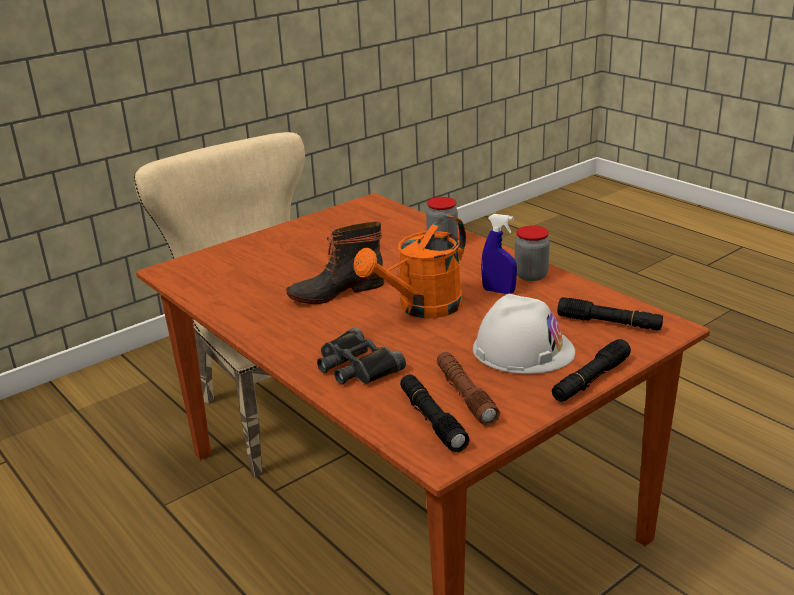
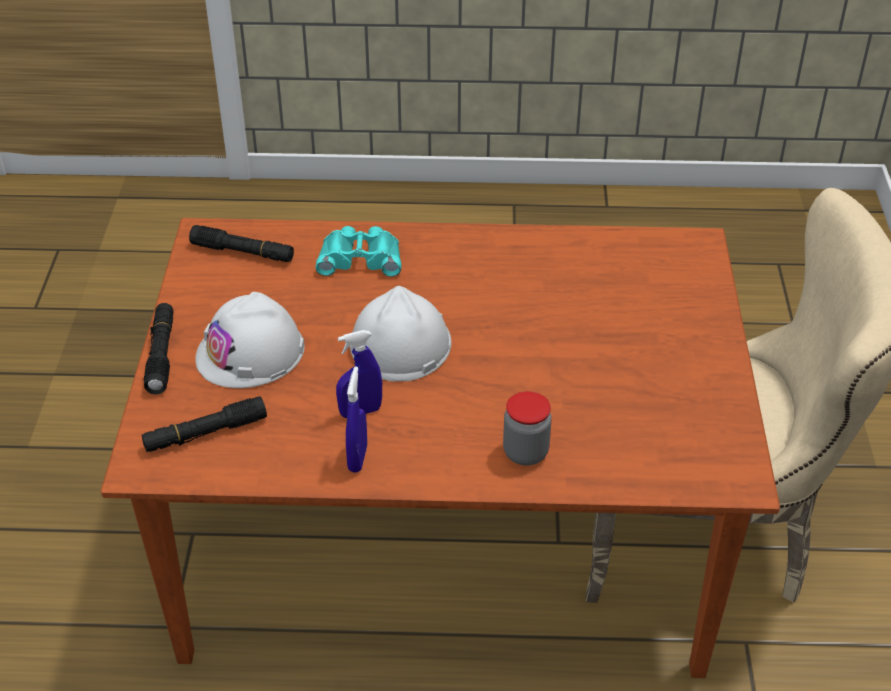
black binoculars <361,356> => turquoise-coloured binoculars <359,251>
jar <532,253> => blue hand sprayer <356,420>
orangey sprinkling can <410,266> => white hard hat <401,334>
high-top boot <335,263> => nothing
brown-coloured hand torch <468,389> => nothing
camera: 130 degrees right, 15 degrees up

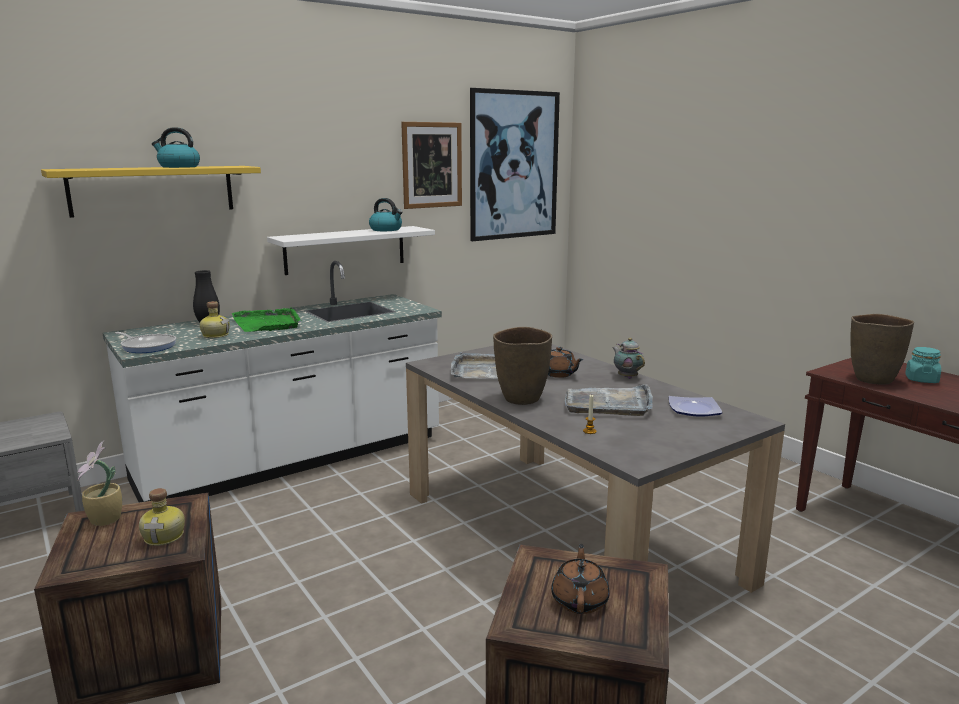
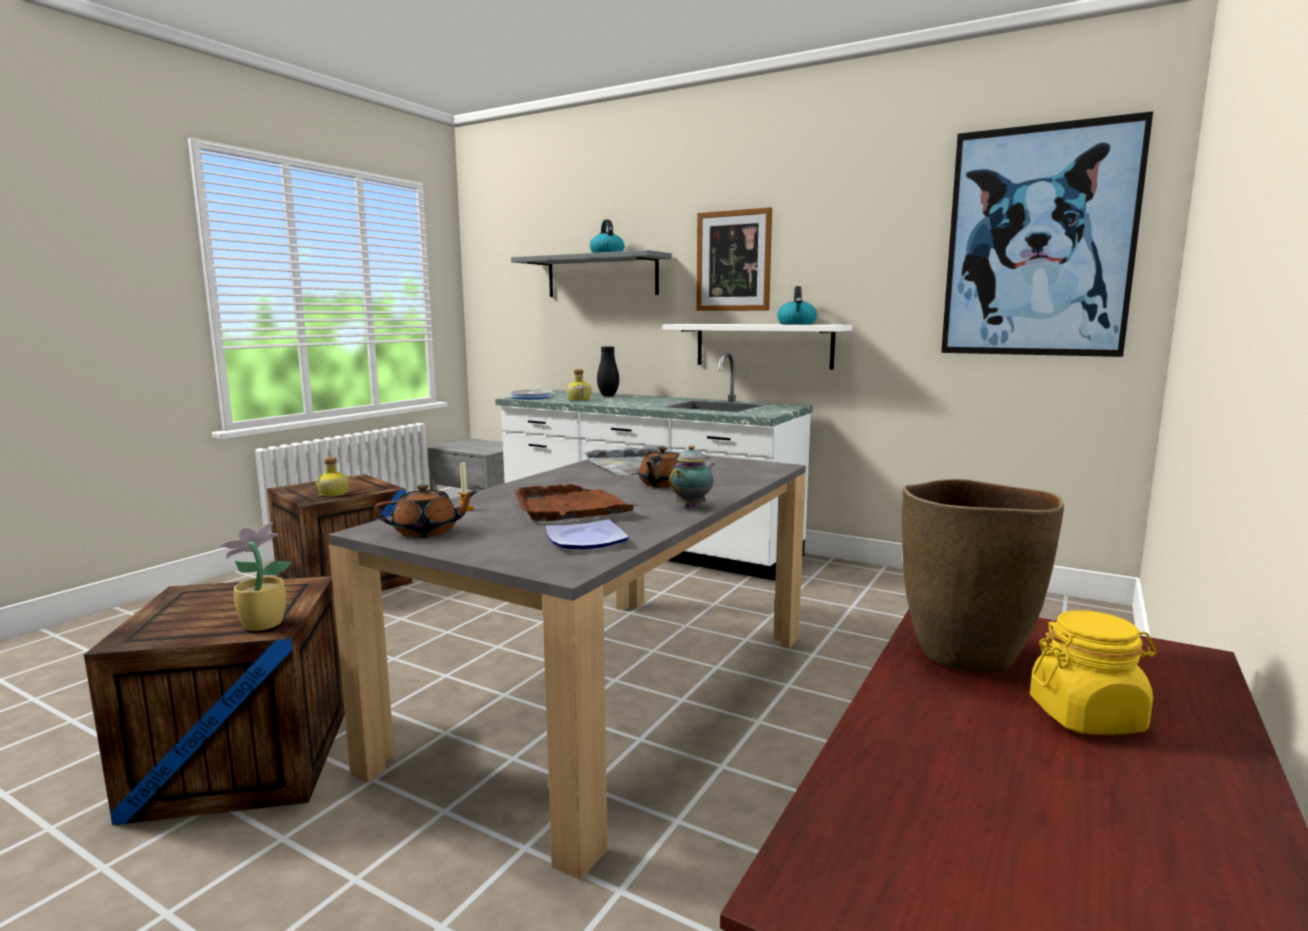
potted plant <99,483> => potted plant <254,576>, shifted
brown-coloured tea pot <580,579> => brown-coloured tea pot <426,511>, shifted
yellow-coloured bracket shelf <151,192> => greyish bracket shelf <591,273>
greyish tray <609,400> => brown-coloured tray <576,502>
wall art <431,165> => wall art <734,259>, shifted
turquoise-coloured jar <923,365> => yellow-coloured jar <1093,672>
green tray <266,319> => nothing
brown-coloured flower vase <522,366> => nothing
camera: 65 degrees right, 5 degrees down

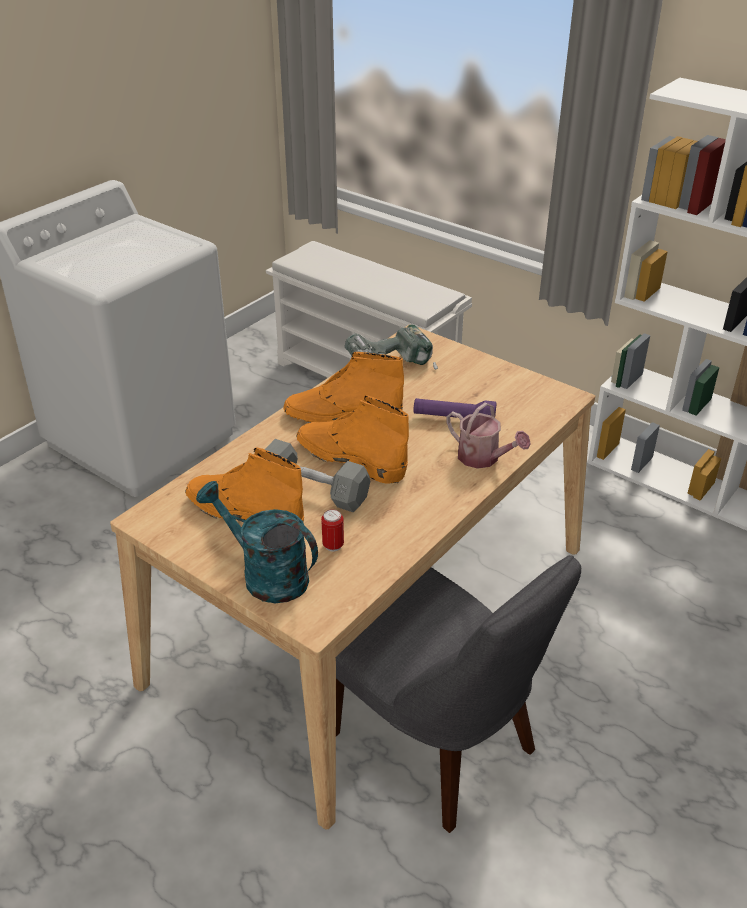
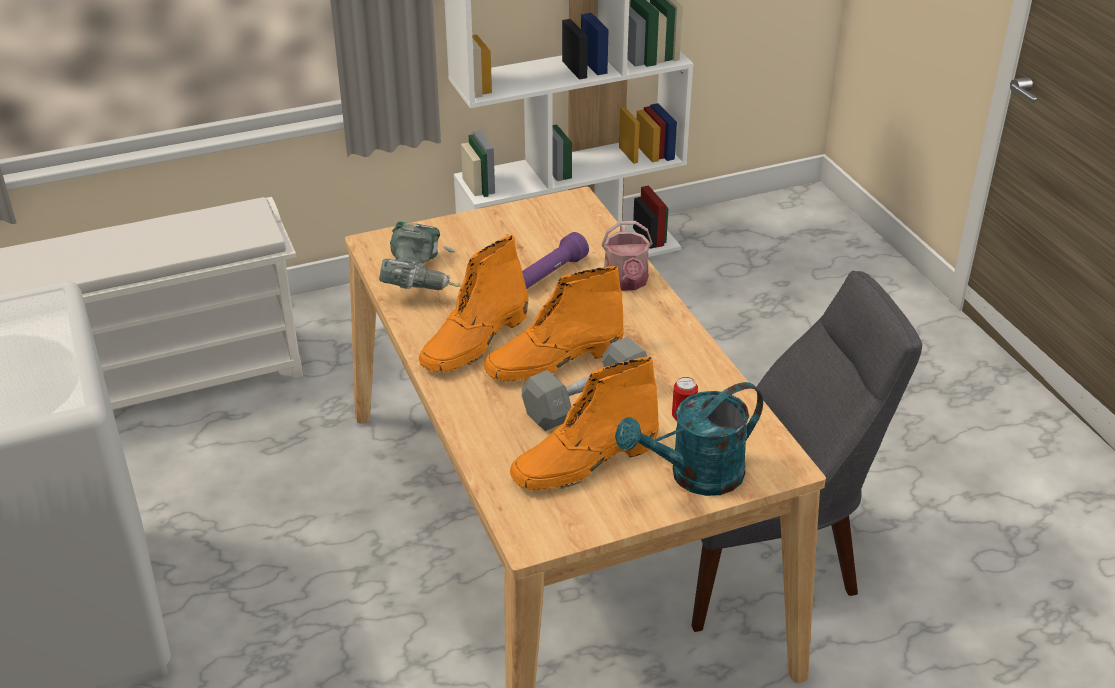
sprinkling can <488,436> => sprinkling can <627,256>, 105 degrees clockwise
camera: 60 degrees left, 0 degrees up

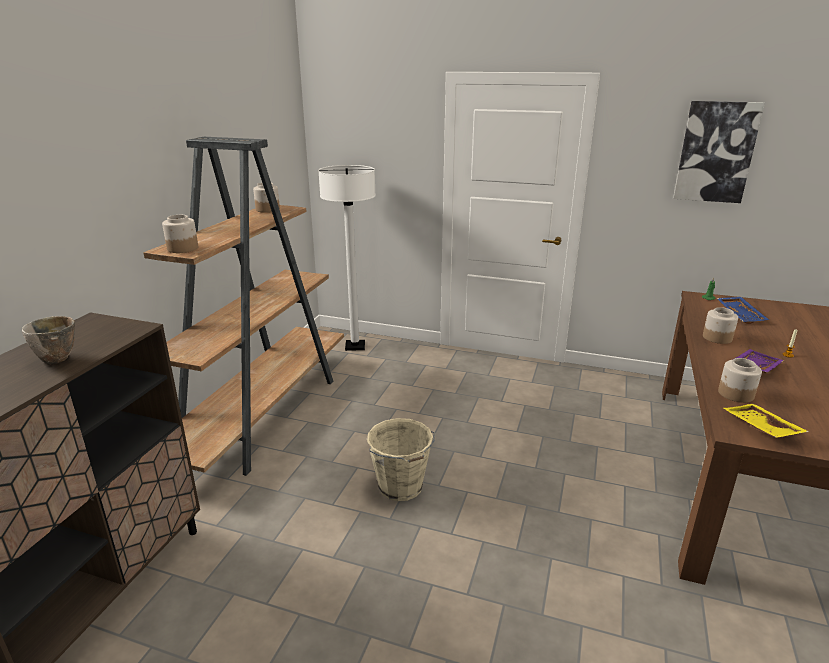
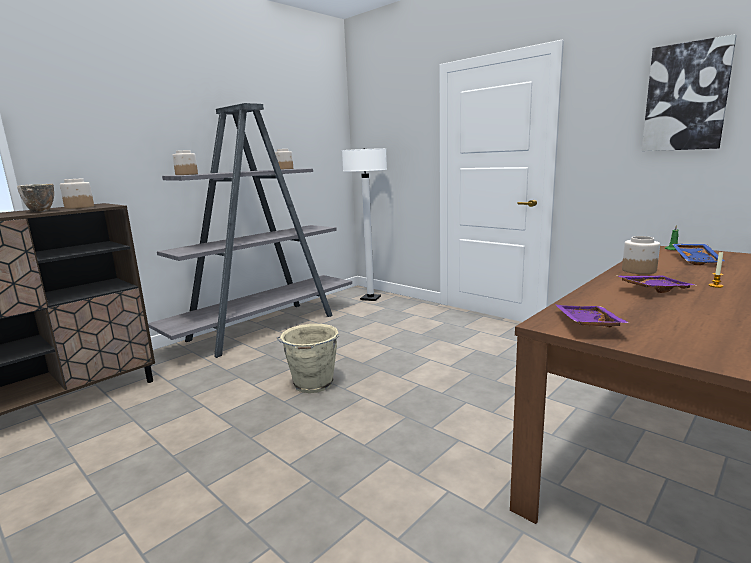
jar <740,380> => jar <76,194>, shifted
brown-coloured bookshelf <243,306> => greyish bookshelf <250,230>
yellow-coloured tray <766,421> => purplish tray <592,316>
camera: 25 degrees right, 10 degrees down

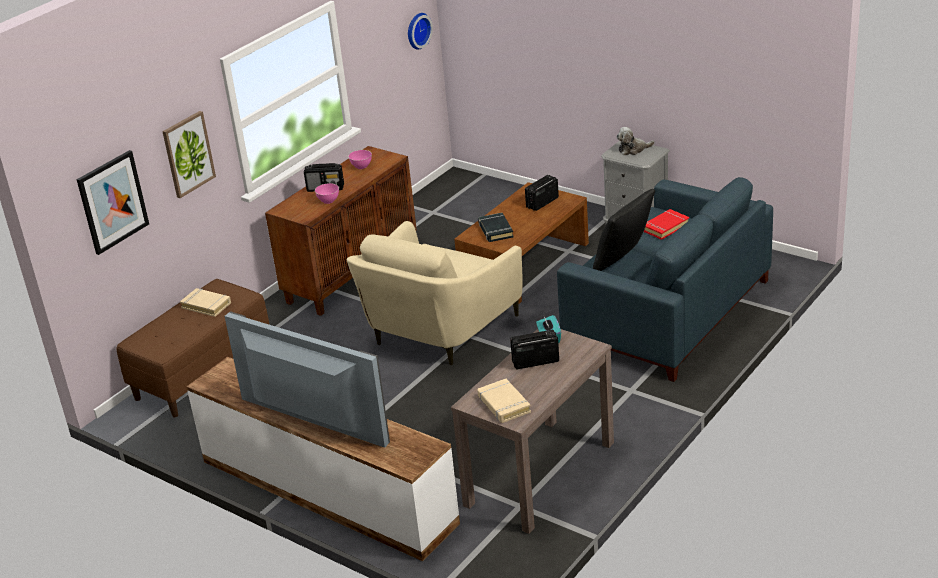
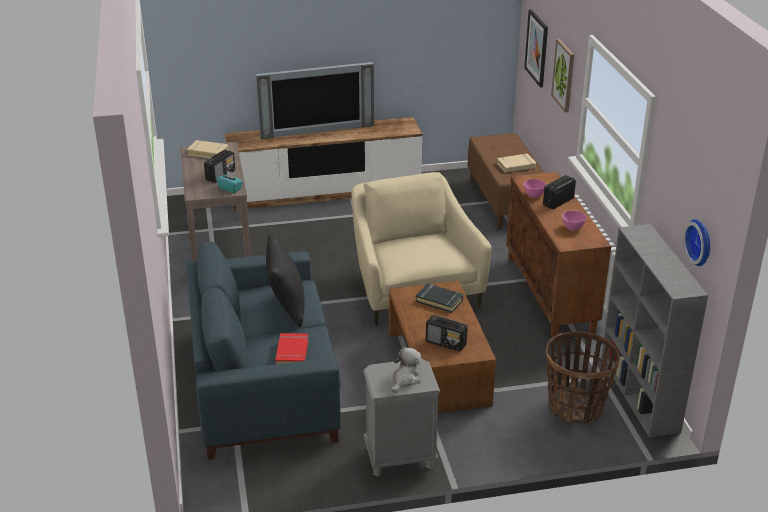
radio <542,193> => radio <447,333>, 120 degrees clockwise
nothing => household basket <583,377>
nothing => greyish bookshelf <654,330>
camera: 130 degrees right, 0 degrees up

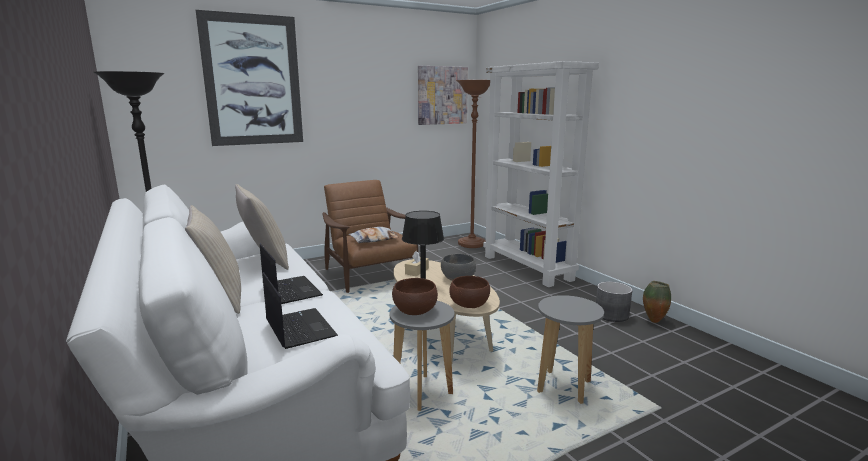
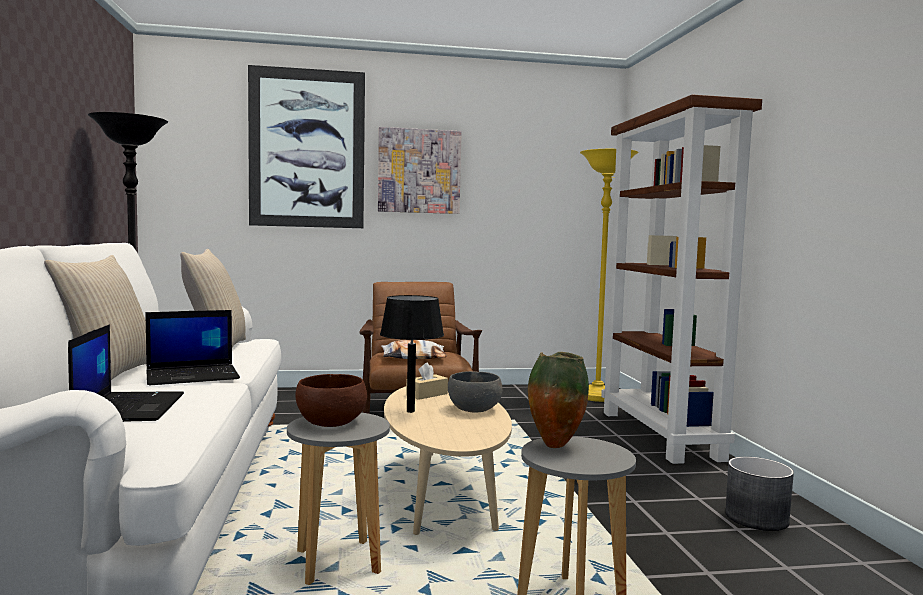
laptop <291,274> => laptop <192,347>, 75 degrees clockwise
wall art <443,95> => wall art <420,170>, shifted
flower vase <657,302> => flower vase <558,400>, shifted
brown-coloured standing lamp <473,164> => yellow-coloured standing lamp <609,275>
white bookshelf <541,174> => brown-coloured bookshelf <681,279>
brown-coloured serving bowl <469,292> => nothing
camera: 20 degrees right, 10 degrees down

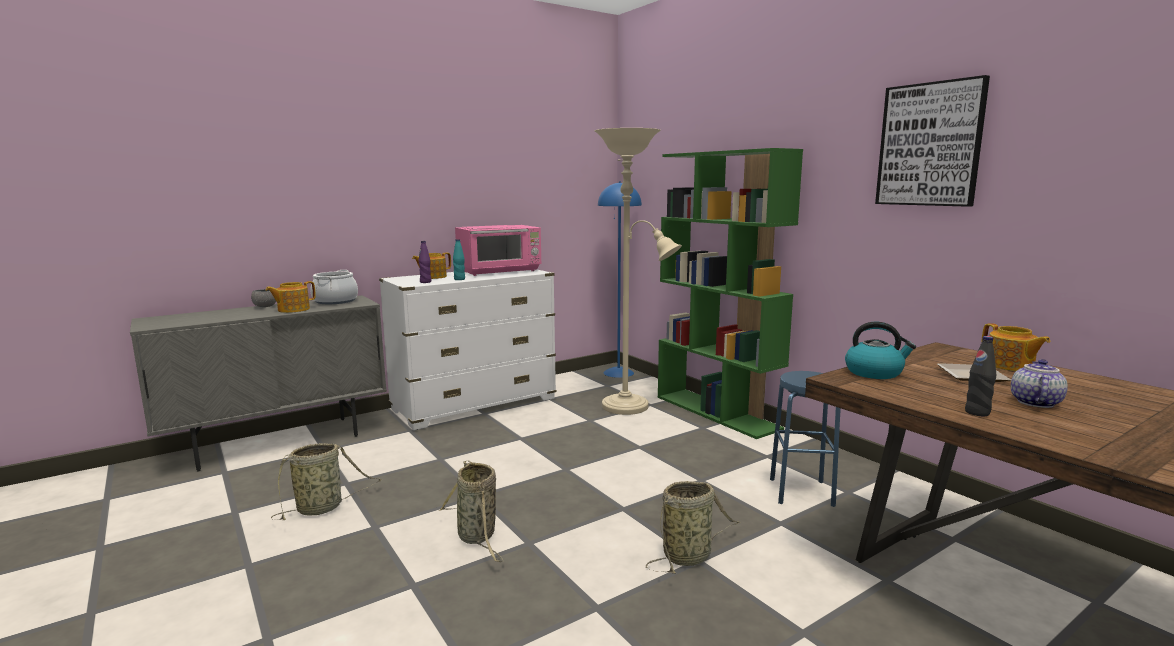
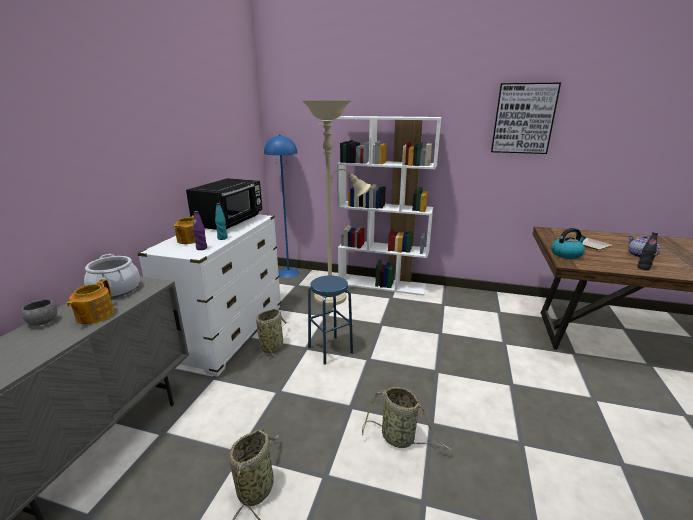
pink kitchen microwave <498,250> => black kitchen microwave <224,204>
household basket <693,527> => household basket <272,335>, shifted
blue stool seat <805,439> => blue stool seat <330,320>, shifted
green bookshelf <730,293> => white bookshelf <389,206>
tea pot <1016,347> => nothing
camera: 40 degrees left, 10 degrees up

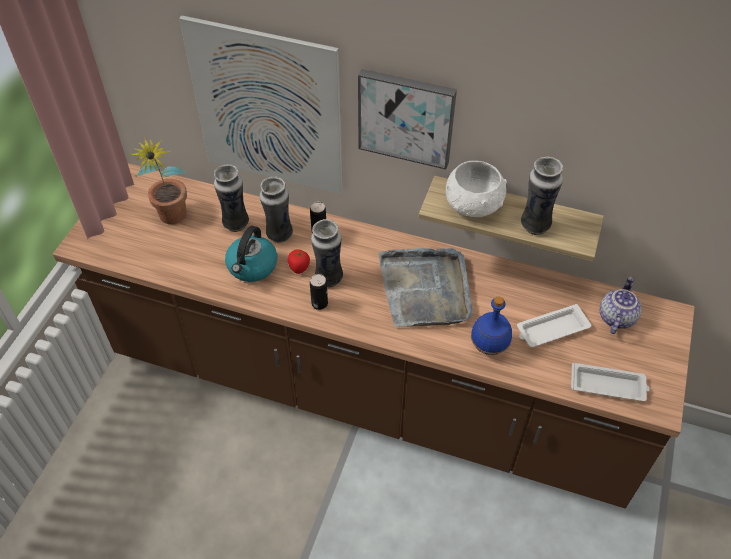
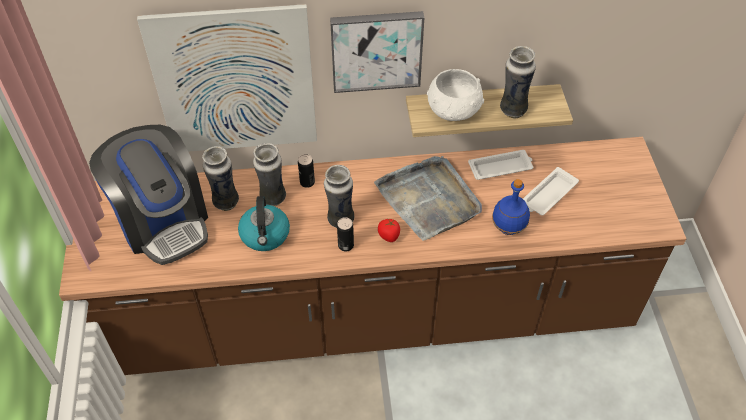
potted plant <158,180> => coffee maker <148,195>
fresh tomato <299,261> => fresh tomato <389,230>, shifted
white tray <610,382> => white tray <500,165>, shifted
tea pot <621,305> => nothing
camera: 25 degrees left, 0 degrees up

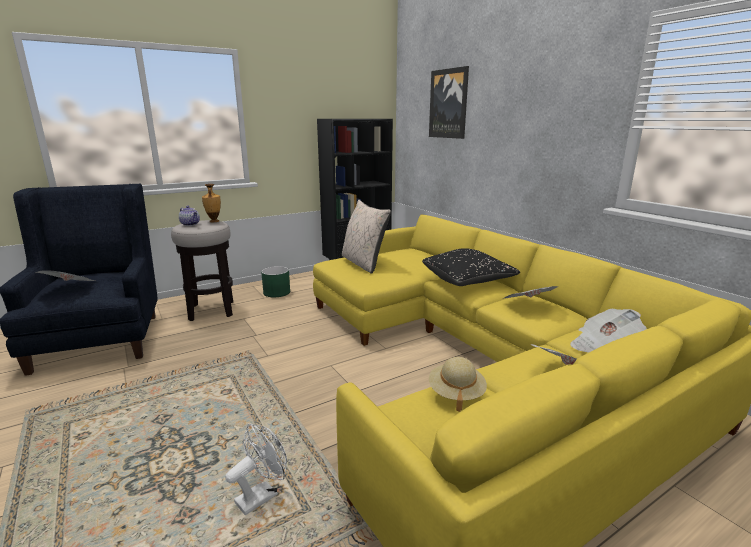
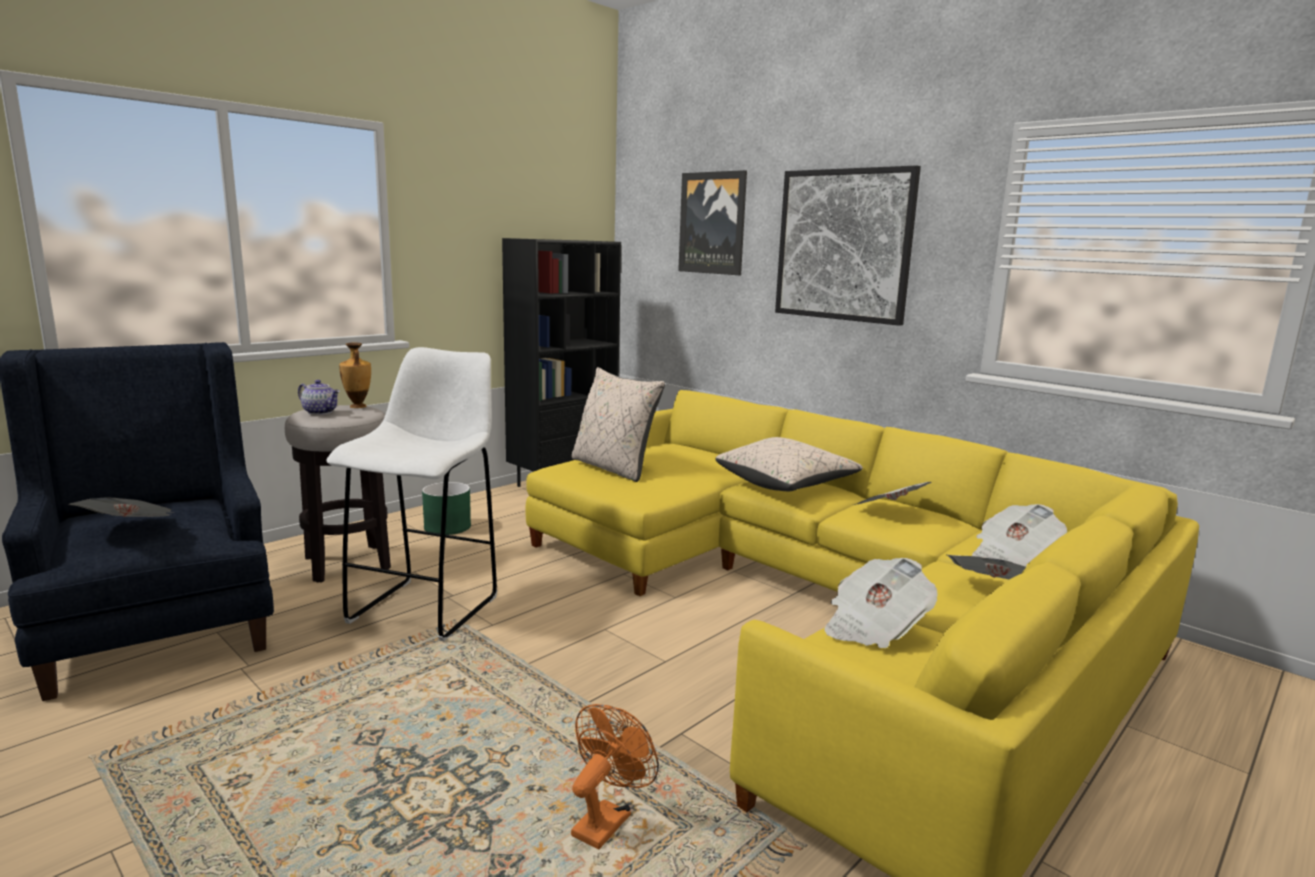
nothing => white stool seat <412,494>
white cooling fan <256,469> => orangey cooling fan <615,776>
black pillow <471,267> => beige-coloured pillow <789,464>
nothing => wall art <848,245>
beige-coloured hat <458,384> => printed paper <881,603>
camera: 15 degrees left, 5 degrees down

